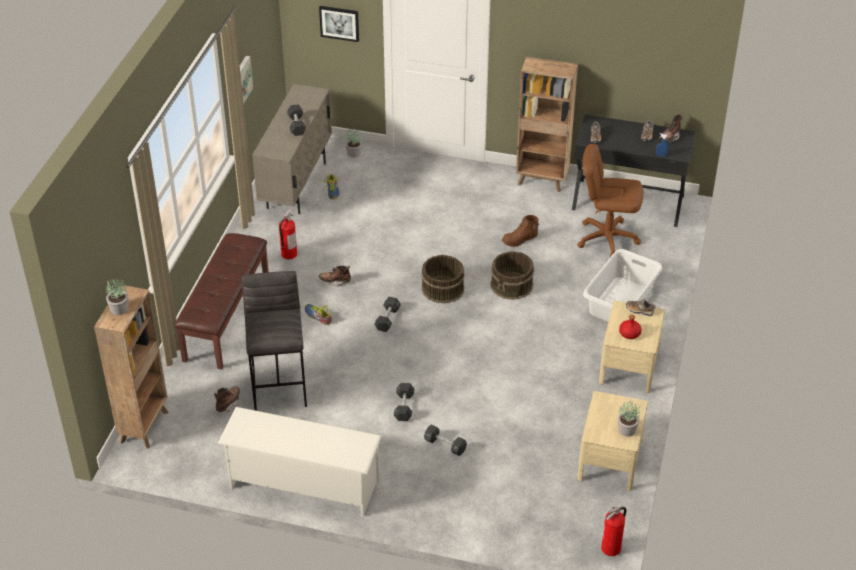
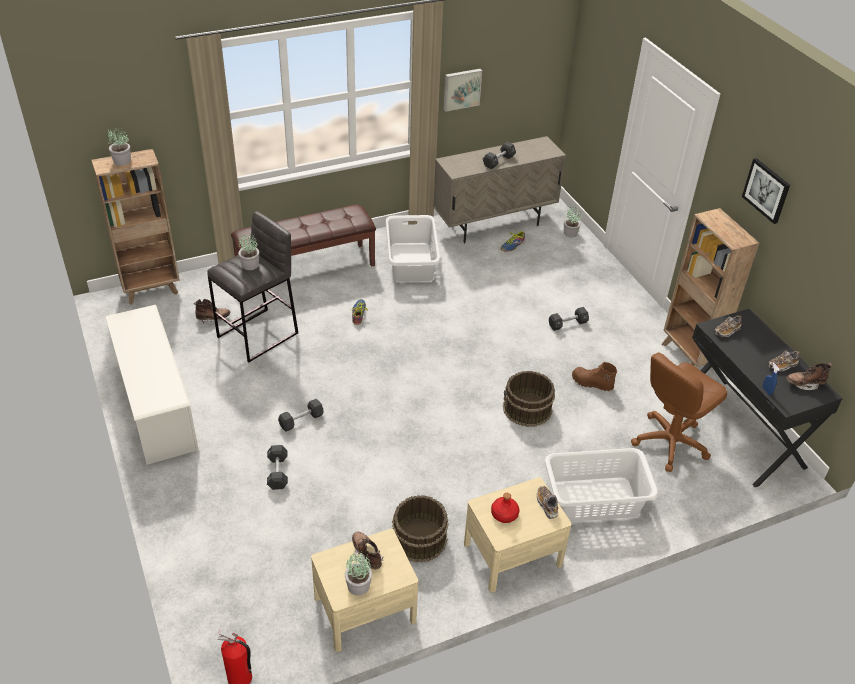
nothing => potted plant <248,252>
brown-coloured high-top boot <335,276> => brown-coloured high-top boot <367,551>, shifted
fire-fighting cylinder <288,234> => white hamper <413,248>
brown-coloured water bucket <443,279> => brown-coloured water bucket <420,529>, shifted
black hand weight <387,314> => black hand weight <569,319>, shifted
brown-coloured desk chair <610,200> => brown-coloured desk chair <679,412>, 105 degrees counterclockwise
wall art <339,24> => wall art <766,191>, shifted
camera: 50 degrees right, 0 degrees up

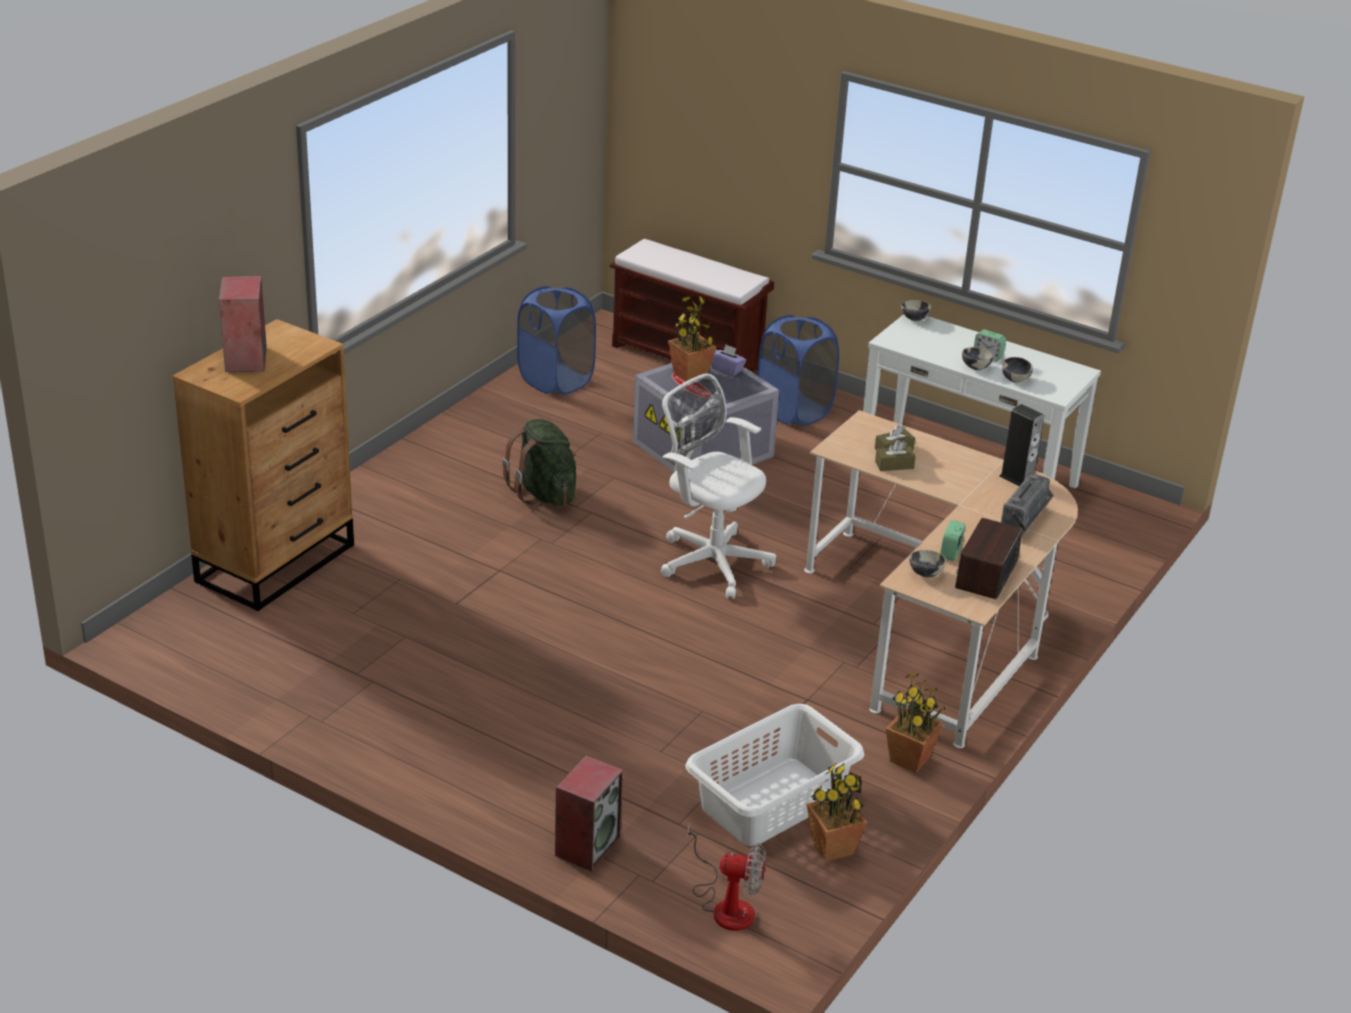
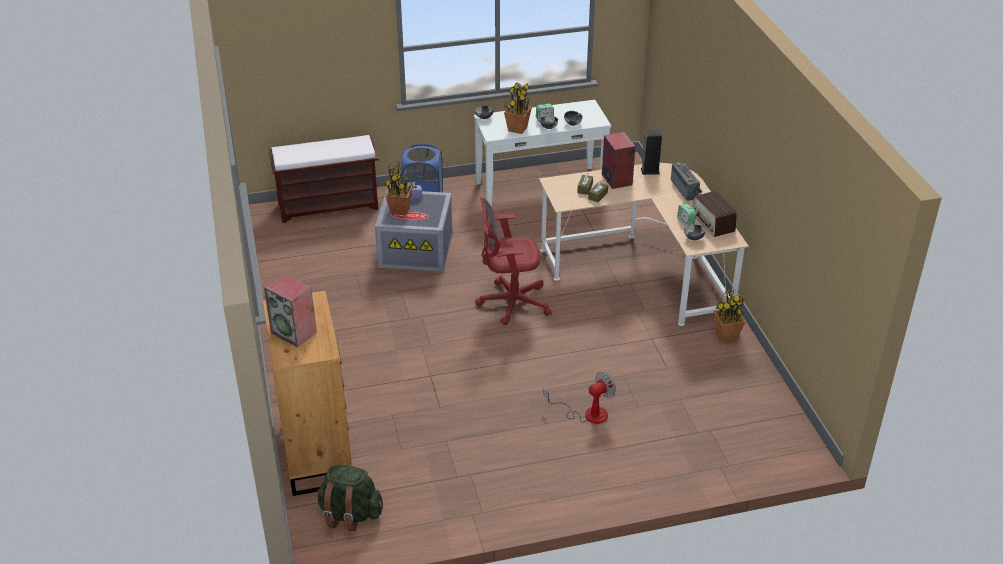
green rucksack <539,462> => green rucksack <350,498>, shifted
white desk chair <718,486> => red desk chair <513,261>
potted plant <837,812> => potted plant <518,108>, shifted
cooling fan <726,876> => cooling fan <579,398>, shifted
audio speaker <589,813> => audio speaker <619,160>, shifted
blue hamper <556,340> => nothing
white hamper <774,775> => nothing
camera: 45 degrees left, 5 degrees up

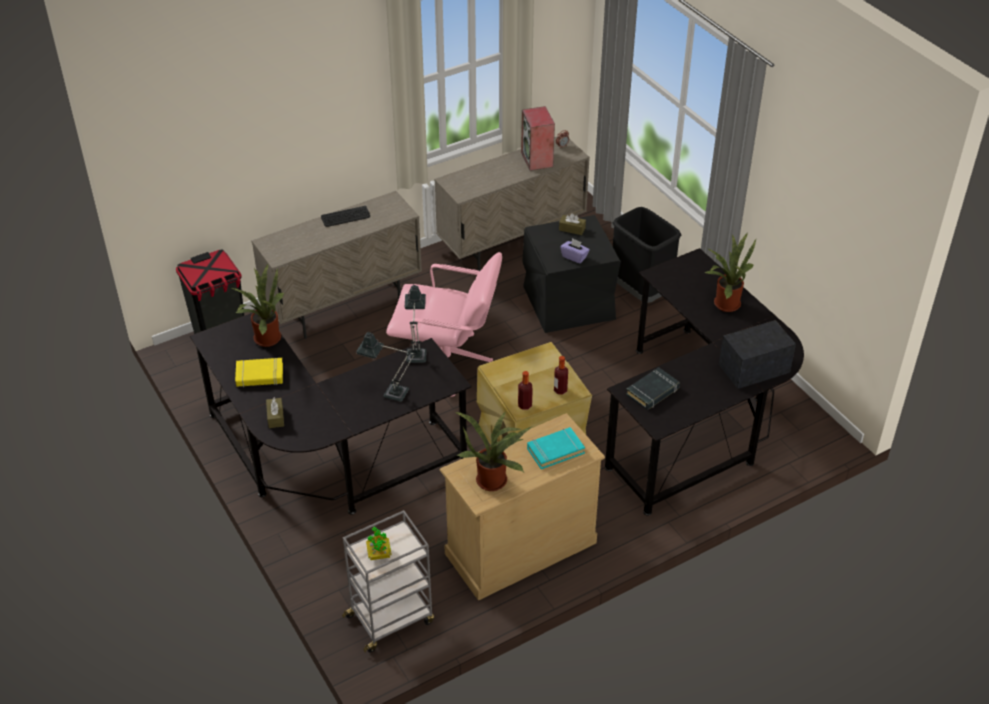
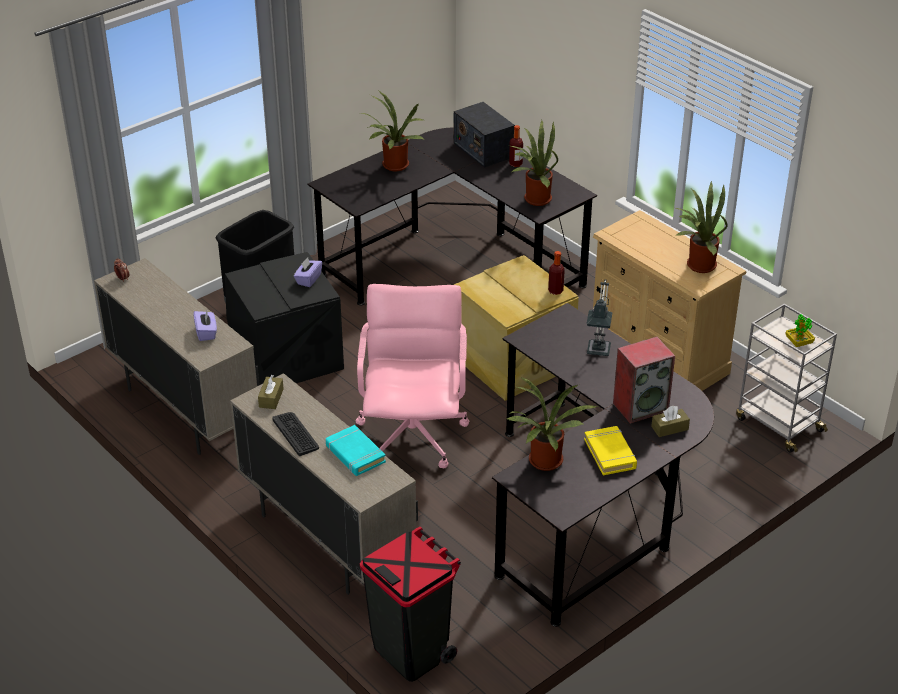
nothing => purplish tissue holder <205,326>
brown-coloured tissue holder <572,224> => brown-coloured tissue holder <271,392>, shifted
turquoise-coloured bound book <556,448> => turquoise-coloured bound book <356,450>, shifted
drink bottle <561,375> => drink bottle <516,146>, shifted
black bound book <653,388> => potted plant <534,163>
audio speaker <538,138> => audio speaker <644,380>, shifted
table lamp <416,324> => nothing
camera: 100 degrees left, 5 degrees down

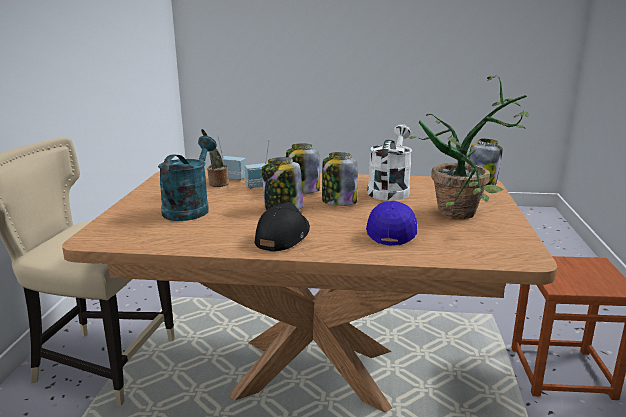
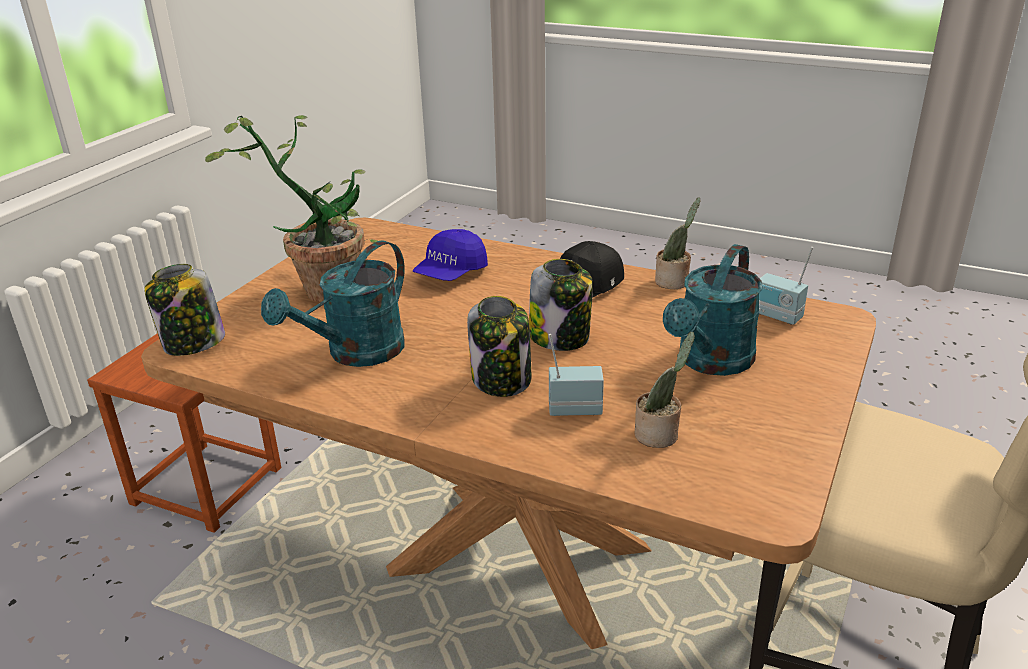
white sprinkling can <389,162> => turquoise-coloured sprinkling can <333,303>
nothing => potted plant <677,243>
radio <231,157> => radio <786,286>, shifted
jar <340,179> => nothing
camera: 160 degrees left, 10 degrees up

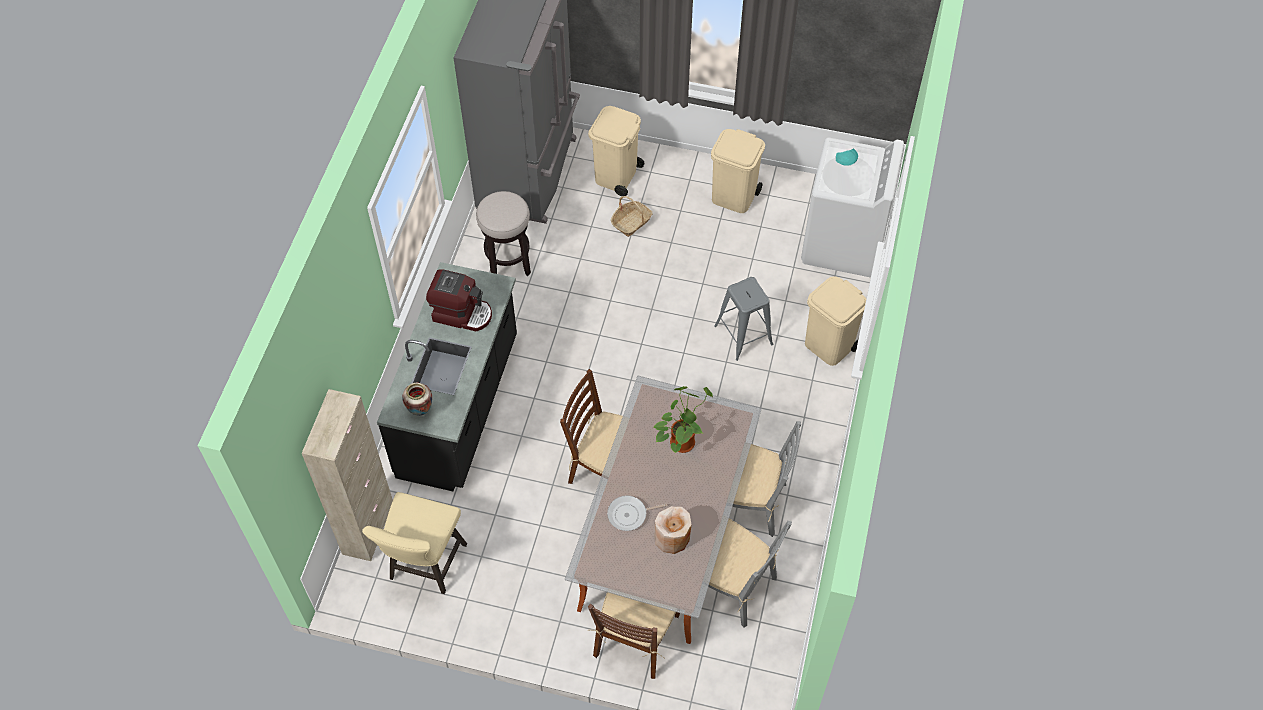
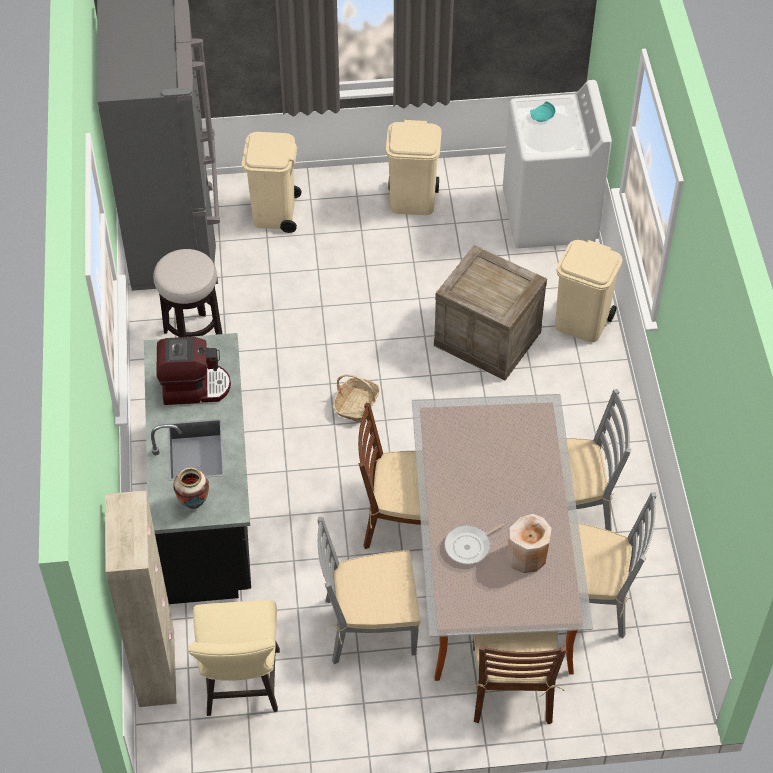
nothing => greyish upright chair <368,590>
household basket <632,216> => household basket <356,398>, shifted
greyish stool seat <743,319> => packing crate <490,313>
potted plant <683,419> => nothing
camera: 20 degrees left, 5 degrees down

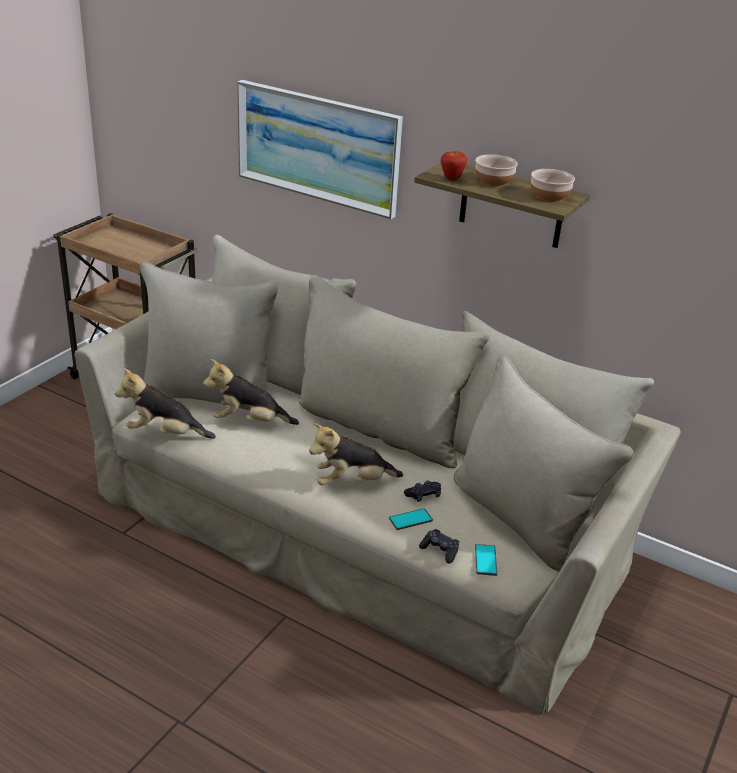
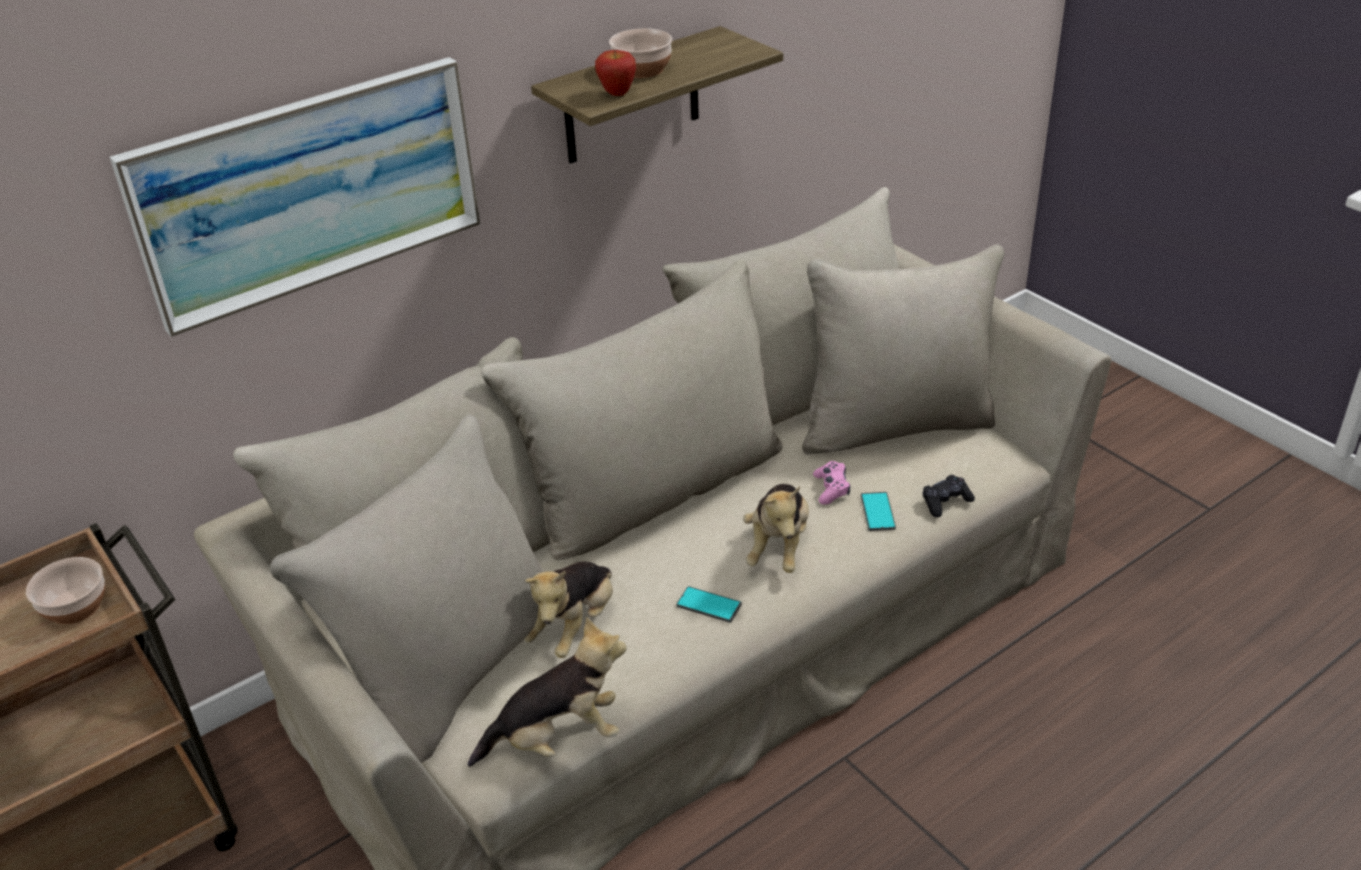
serving bowl <553,185> => serving bowl <65,590>, shifted
plush toy <165,403> => plush toy <547,692>, 135 degrees counterclockwise
phone <486,560> => phone <709,604>, shifted
black game controller <422,491> => pink game controller <832,483>
camera: 65 degrees left, 5 degrees up

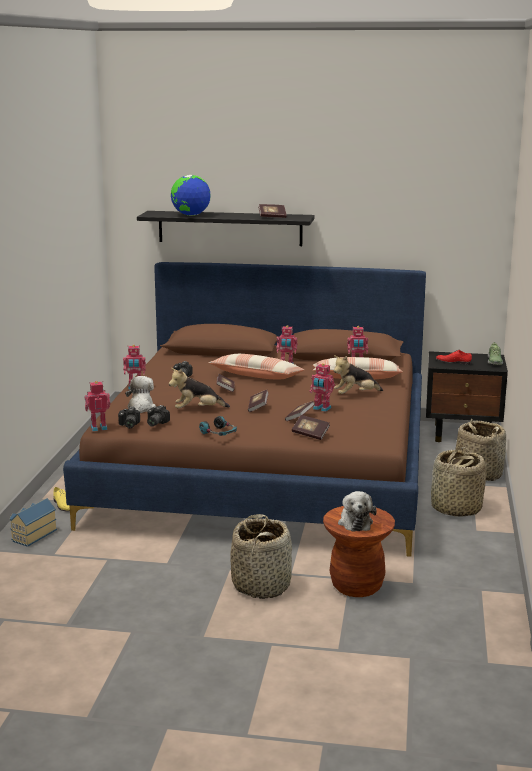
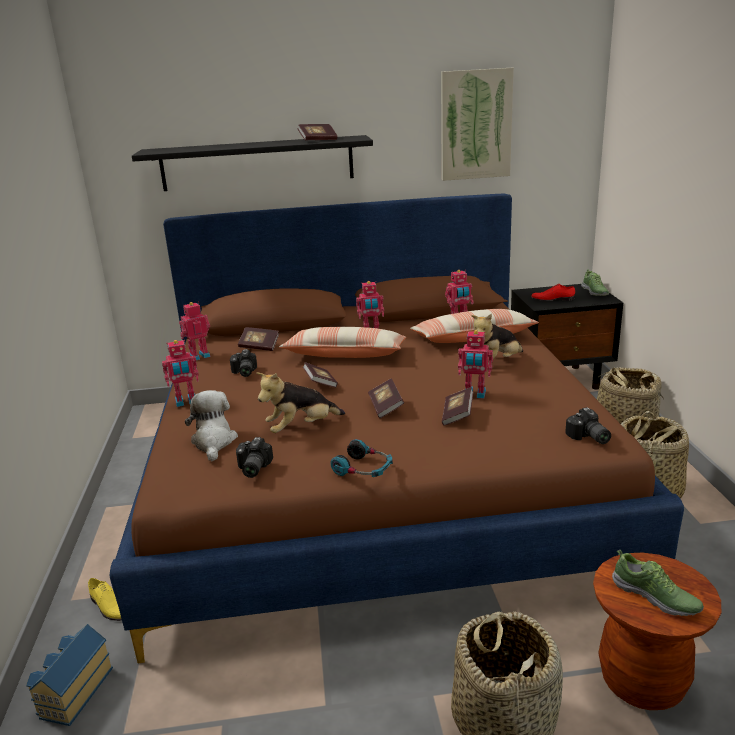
robot figure <97,406> => robot figure <195,330>, shifted
bound book <311,427> => bound book <258,339>, shifted
nothing => wall art <477,124>
photo camera <129,417> => photo camera <588,425>, shifted
plush toy <357,511> => low shoe <658,583>
world globe <191,195> => nothing
camera: 15 degrees left, 5 degrees up

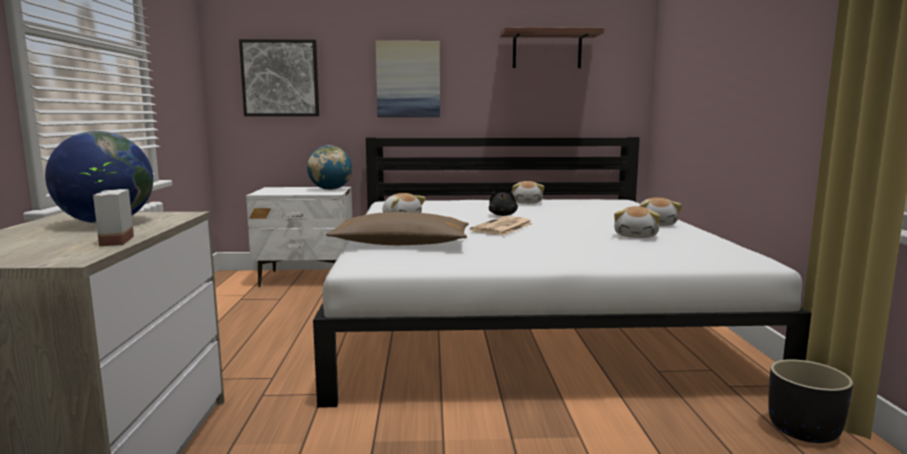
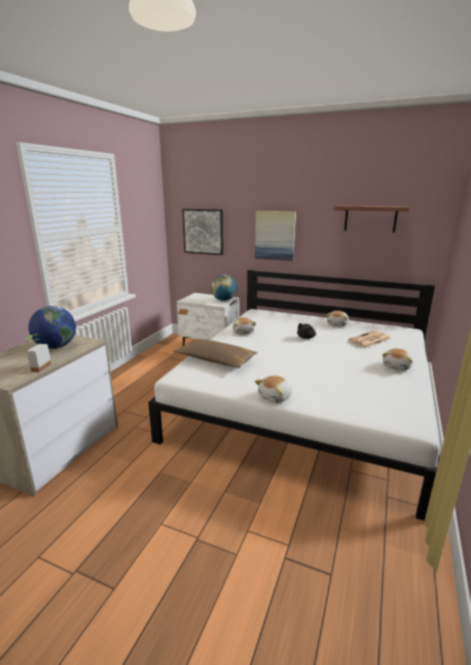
plush toy <637,222> => plush toy <273,389>, shifted
printed paper <501,225> => printed paper <369,339>, shifted
black flower pot <810,401> => nothing
camera: 25 degrees right, 10 degrees up

